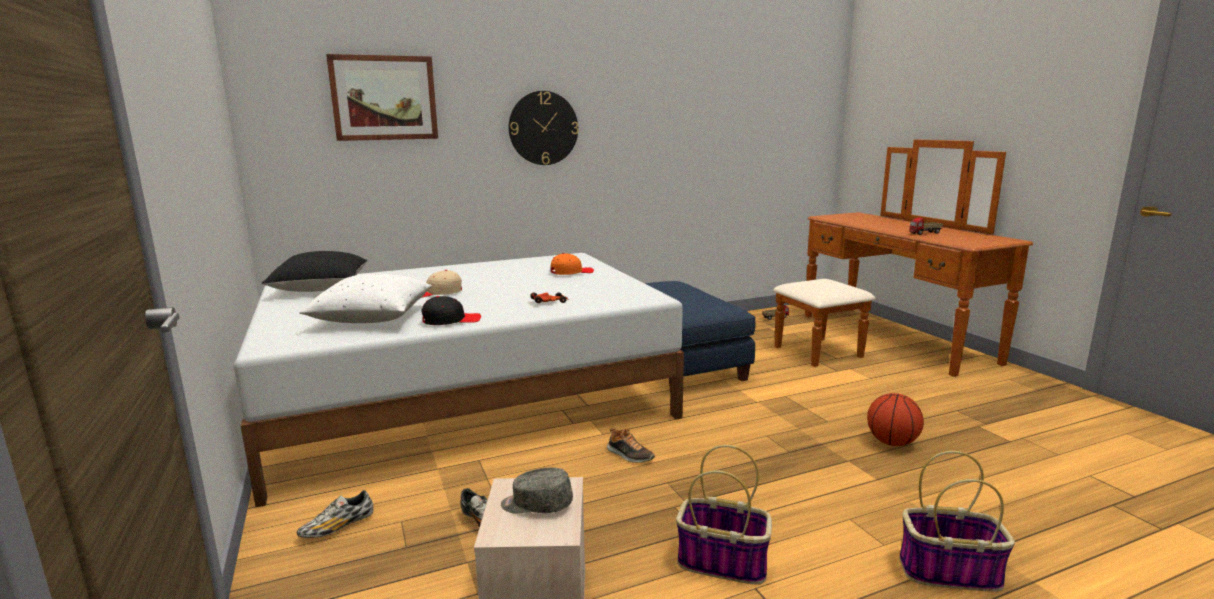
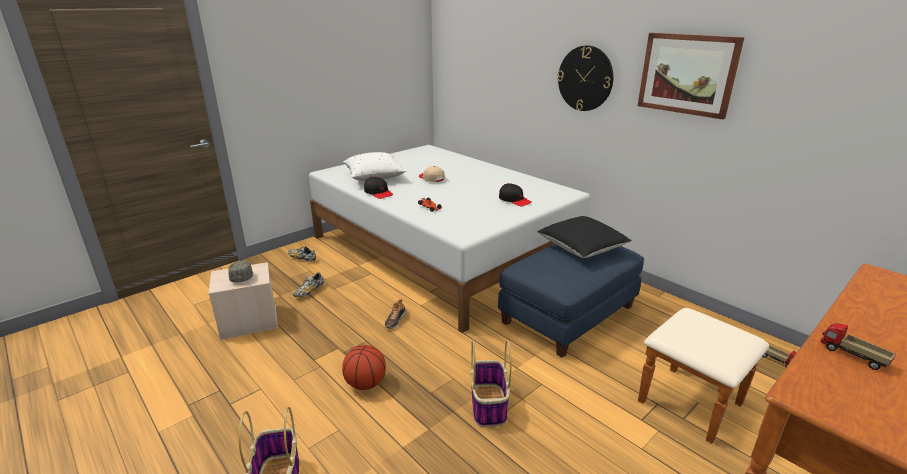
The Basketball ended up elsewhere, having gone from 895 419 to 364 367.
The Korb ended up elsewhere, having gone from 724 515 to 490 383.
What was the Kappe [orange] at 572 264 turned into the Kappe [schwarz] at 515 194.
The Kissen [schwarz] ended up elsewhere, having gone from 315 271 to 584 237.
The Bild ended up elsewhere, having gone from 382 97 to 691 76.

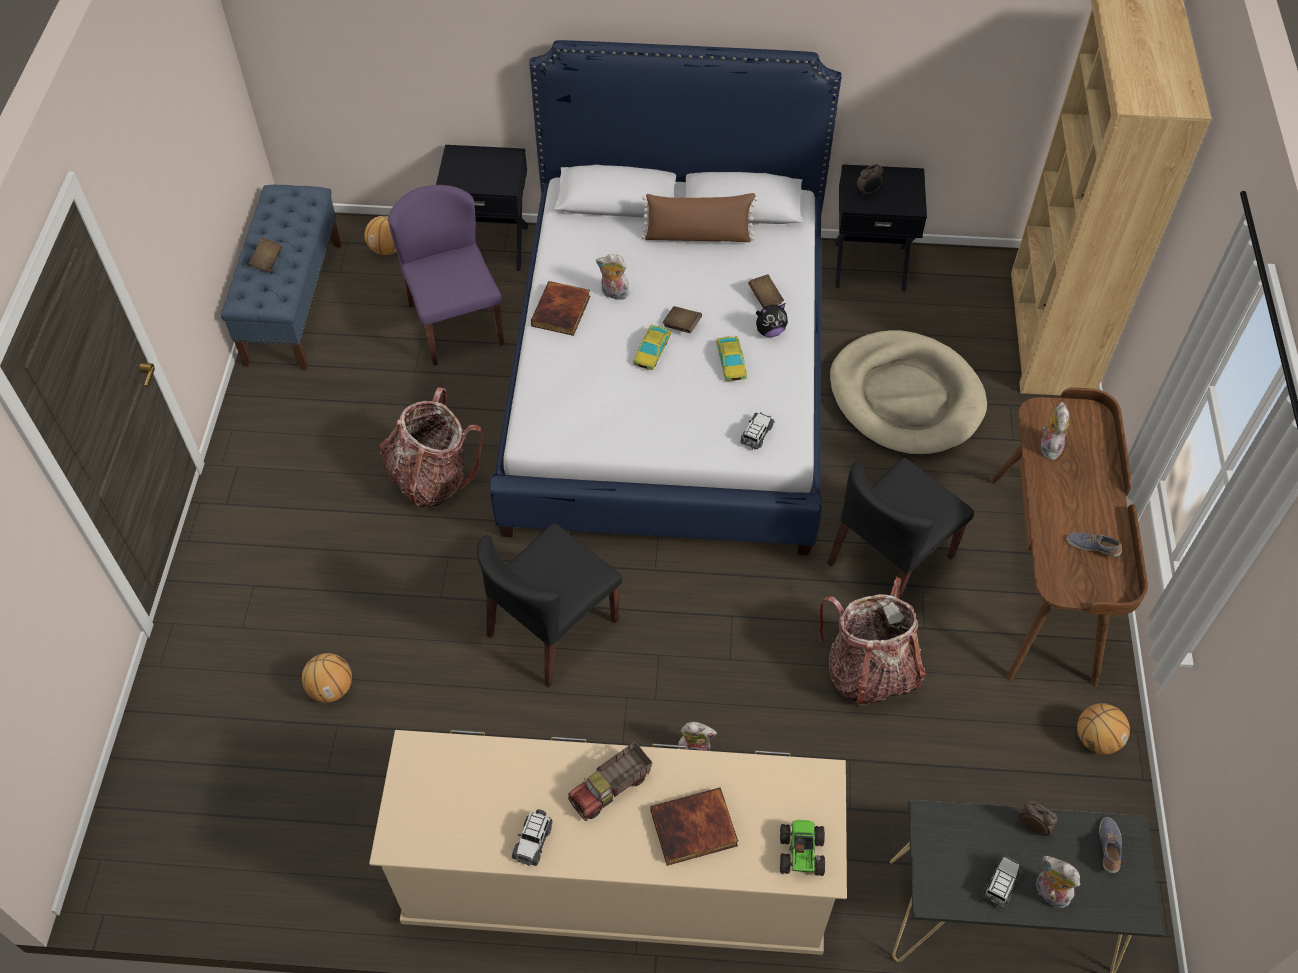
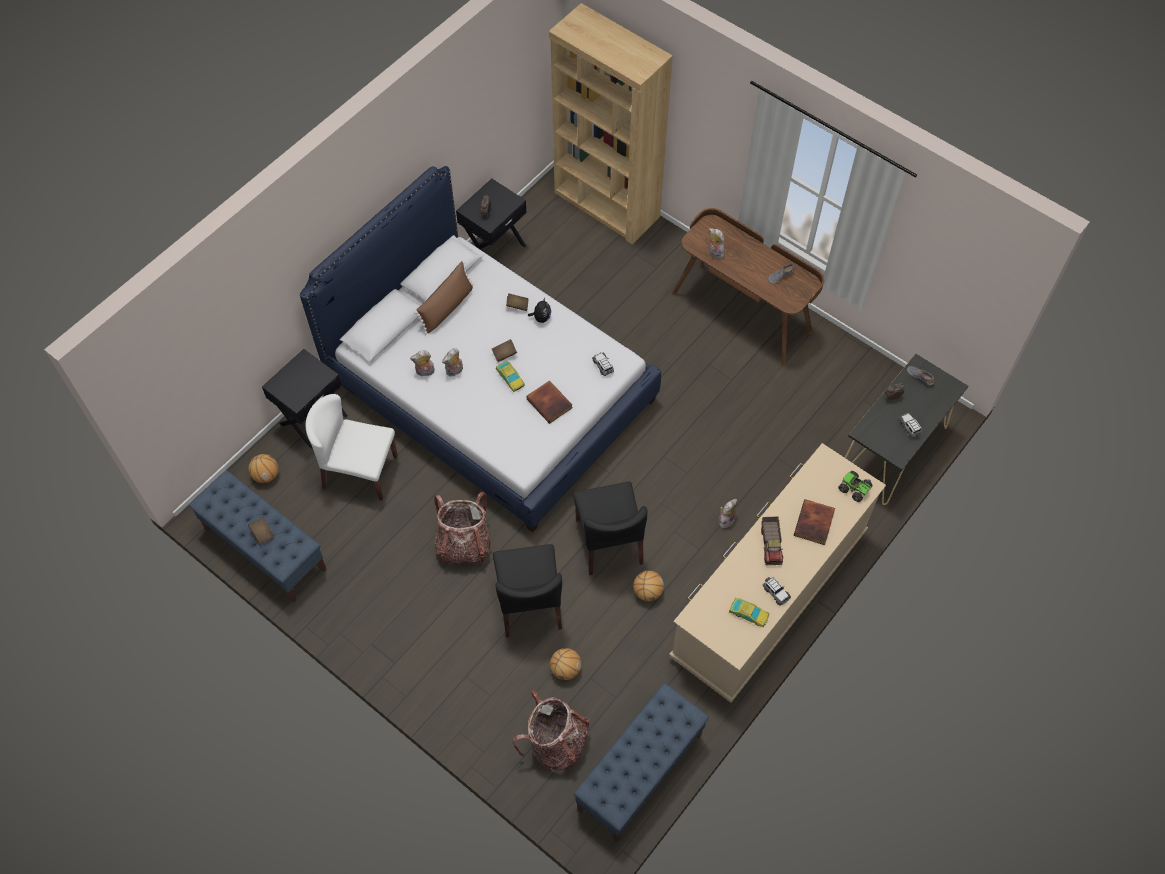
What was the Stuhl [lila] at 446 275 turned into the Stuhl [weiß] at 352 447.
The Plüschtier ended up elsewhere, having gone from 1058 882 to 422 363.
The Stuhl [schwarz] ended up elsewhere, having gone from 900 528 to 527 590.
The Rucksack ended up elsewhere, having gone from 872 641 to 551 730.
The Buch ended up elsewhere, having gone from 560 308 to 549 402.
The second view gained the Bank [blau] at 641 763.
The Basketball ended up elsewhere, having gone from 1103 728 to 648 586.
The Spielzeugauto ended up elsewhere, having gone from 731 358 to 749 612.
The second view lost the Hundebett [beige] at 908 392.

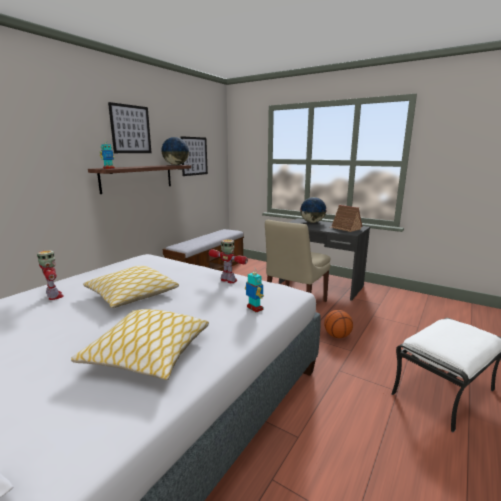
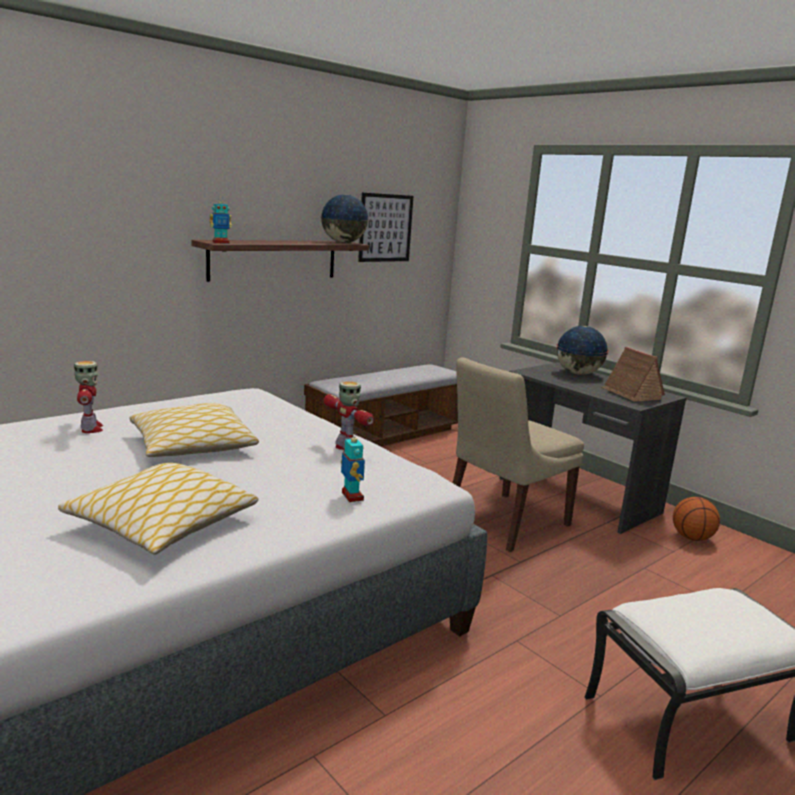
The Basketball ended up elsewhere, having gone from 338 324 to 696 519.
The second view lost the Bild at 130 127.

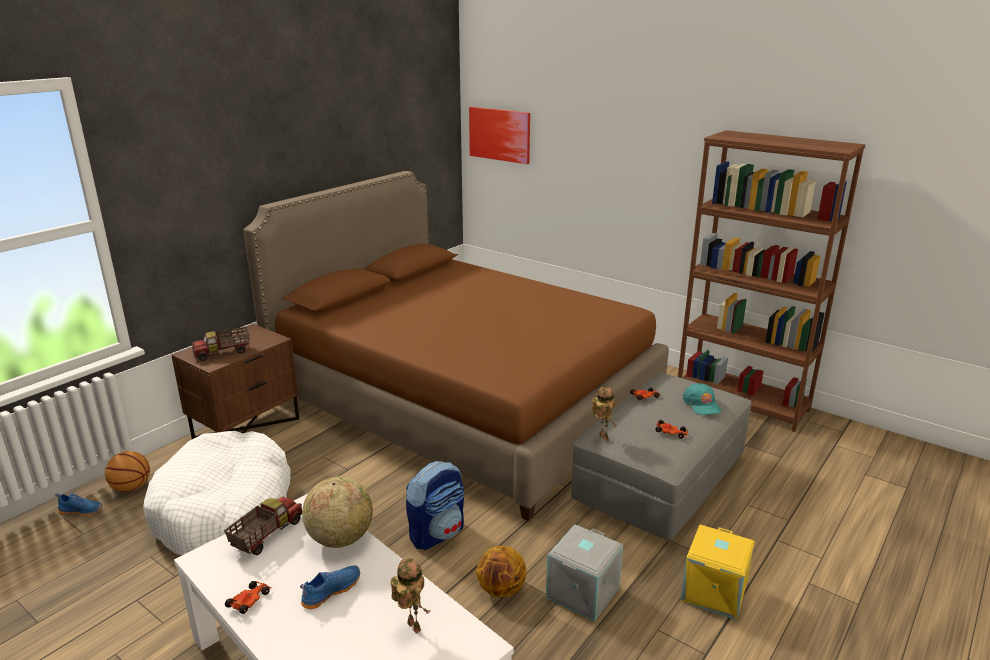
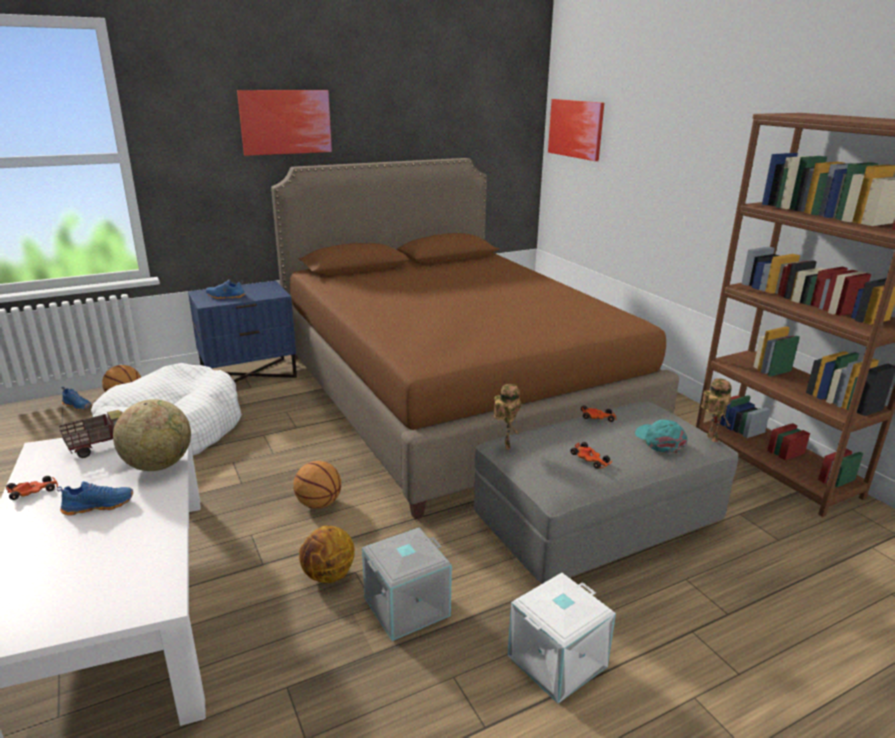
What was the Nachttisch [braun] at 235 381 turned into the Nachttisch [blau] at 242 331.
Where the Spielzeuglaster stood at 220 344, the Schuh [blau] came to stand at 225 289.
The second view gained the Bild at 284 123.
Where the Rucksack stood at 435 505, the Basketball came to stand at 317 485.
What was the Aufbewahrungsbox [gelb] at 717 572 turned into the Aufbewahrungsbox [weiß] at 561 638.
The Kappe [türkis] at 702 399 ended up facing another way, 150 degrees clockwise from before.
The Spielzeugroboter ended up elsewhere, having gone from 410 596 to 716 410.

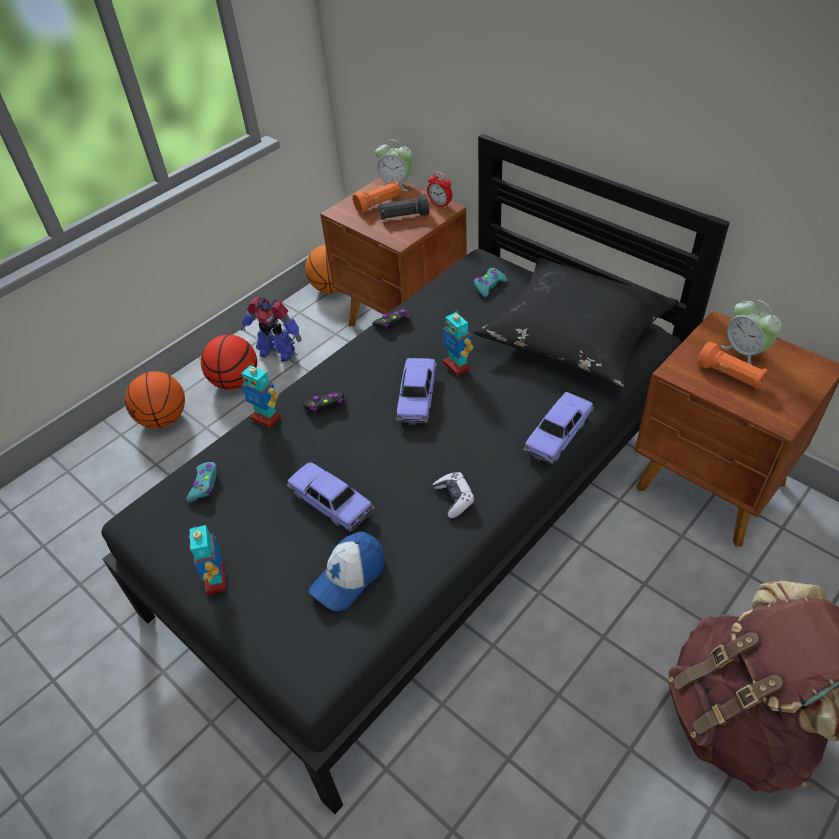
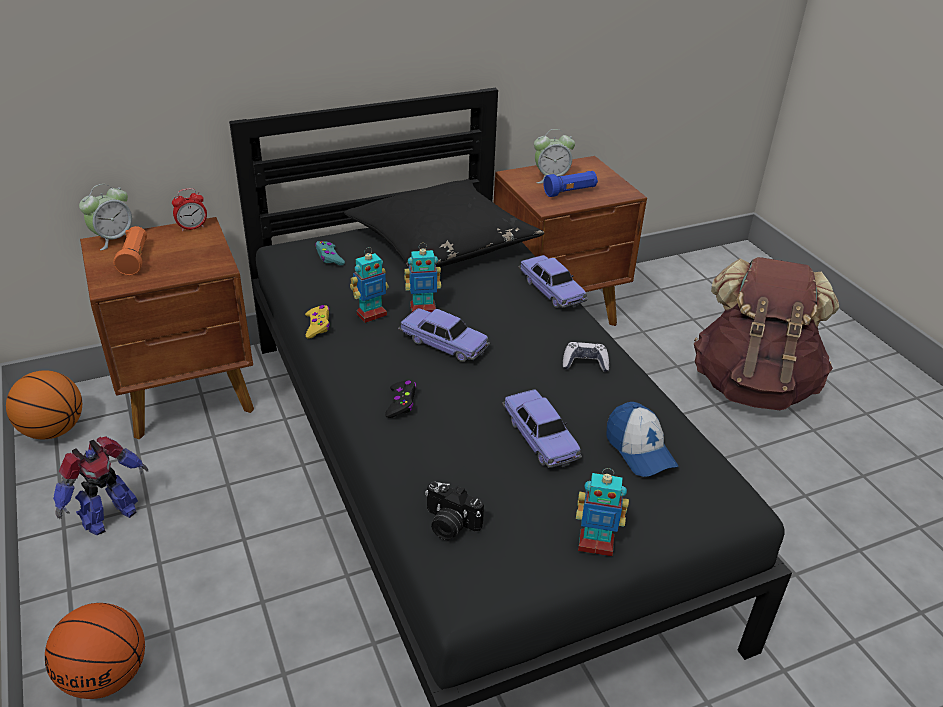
What was the Gamepad [schwarz] at 390 318 turned into the Gamepad [gelb] at 317 322.
The Spielzeugroboter ended up elsewhere, having gone from 260 396 to 369 285.
Where the Gamepad [türkis] stood at 202 482, the Kamera came to stand at 454 511.
The Spielzeugauto at 331 497 ended up facing another way, 90 degrees counterclockwise from before.
What was the Taschenlampe [orange] at 732 365 turned into the Taschenlampe [blau] at 570 184.
The second view lost the Basketball at 229 362.
The second view lost the Taschenlampe [schwarz] at 403 207.

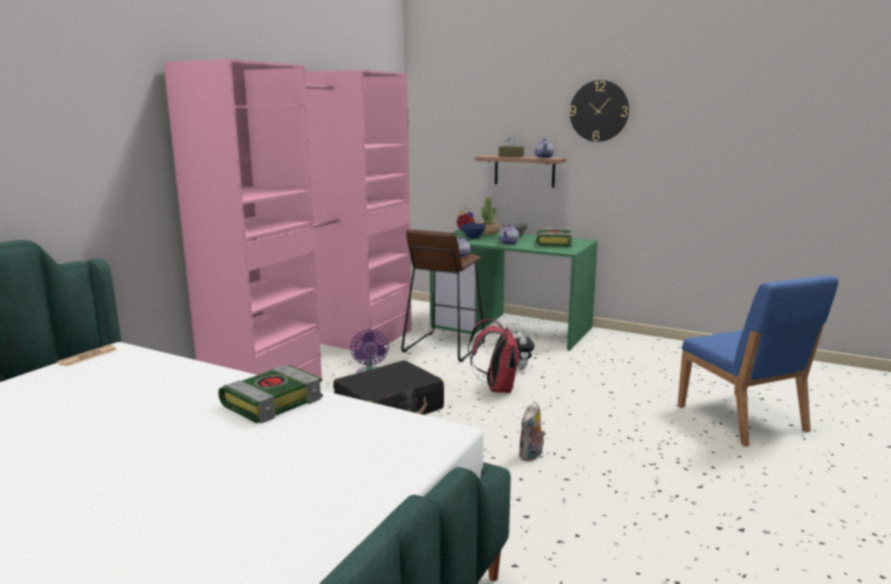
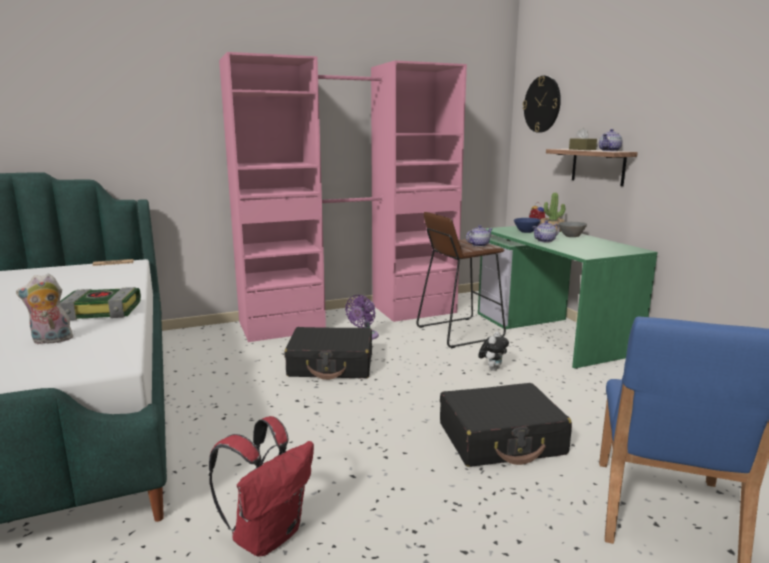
The Plüschtier ended up elsewhere, having gone from 532 431 to 44 309.
The Rucksack [rot] ended up elsewhere, having gone from 493 356 to 261 486.
The second view gained the Koffer [schwarz] at 506 425.
The Wanduhr ended up elsewhere, having gone from 599 111 to 542 104.
The second view lost the Buch at 554 237.

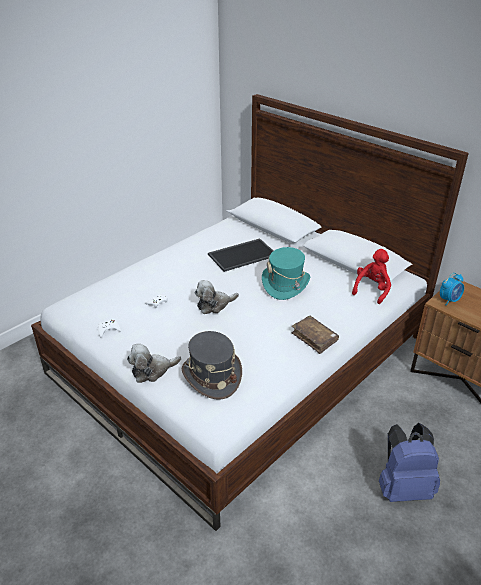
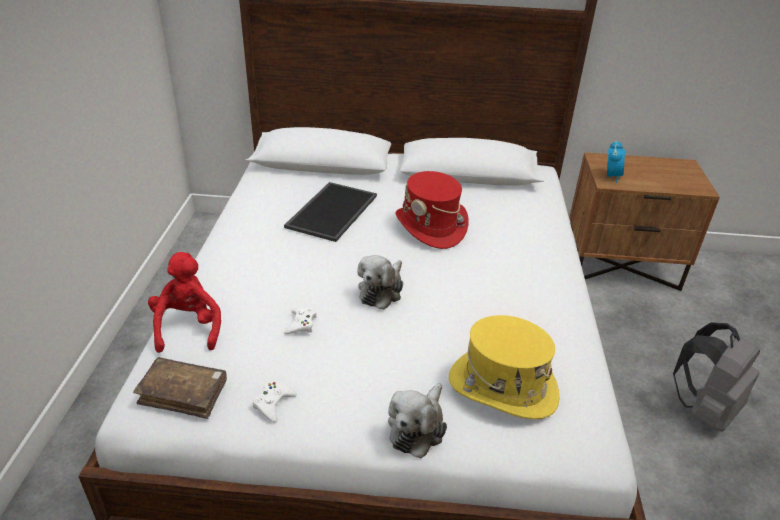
The Buch [braun] ended up elsewhere, having gone from 315 335 to 180 388.
The Plüschtier [rot] ended up elsewhere, having gone from 371 276 to 184 302.
What was the Hut [türkis] at 286 273 turned into the Hut [rot] at 432 210.
What was the Hut [grau] at 212 365 turned into the Hut [gelb] at 504 367.
What was the Rucksack [blau] at 409 462 turned into the Rucksack [grau] at 716 377.

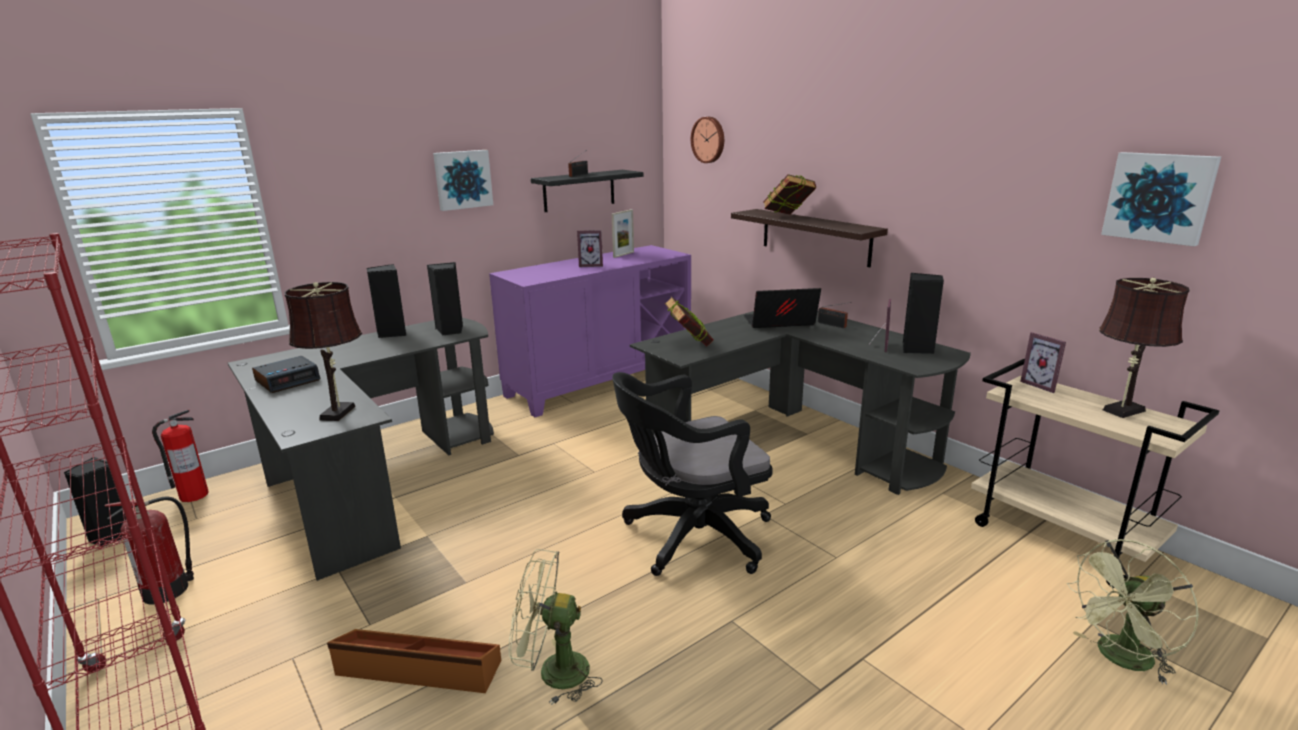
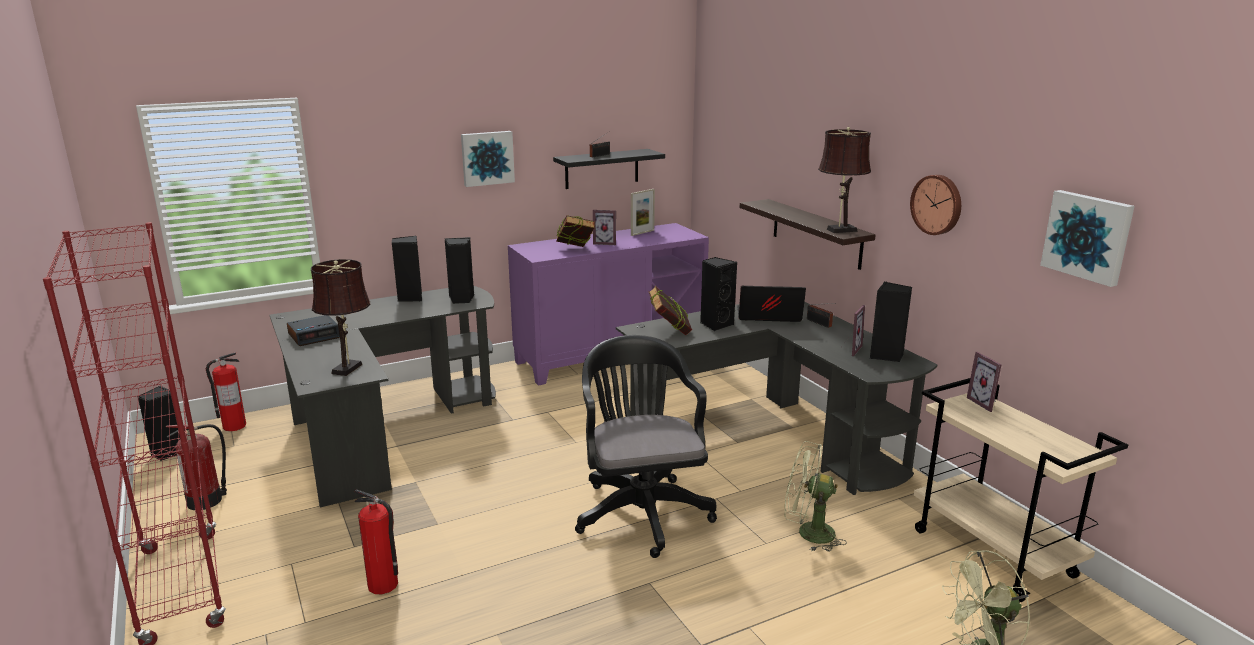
Where the Aufbewahrungsbox [braun] stood at 414 661, the Feuerlöscher came to stand at 376 541.
The Buch ended up elsewhere, having gone from 789 194 to 575 231.
The Bürostuhl [schwarz] at 692 474 ended up facing another way, 90 degrees clockwise from before.
The second view gained the Lautsprecher [schwarz] at 718 294.
The Ventilator [grün] ended up elsewhere, having gone from 556 627 to 816 496.
The Tischlampe [braun] ended up elsewhere, having gone from 1144 348 to 844 180.
The Wanduhr ended up elsewhere, having gone from 707 140 to 935 205.

